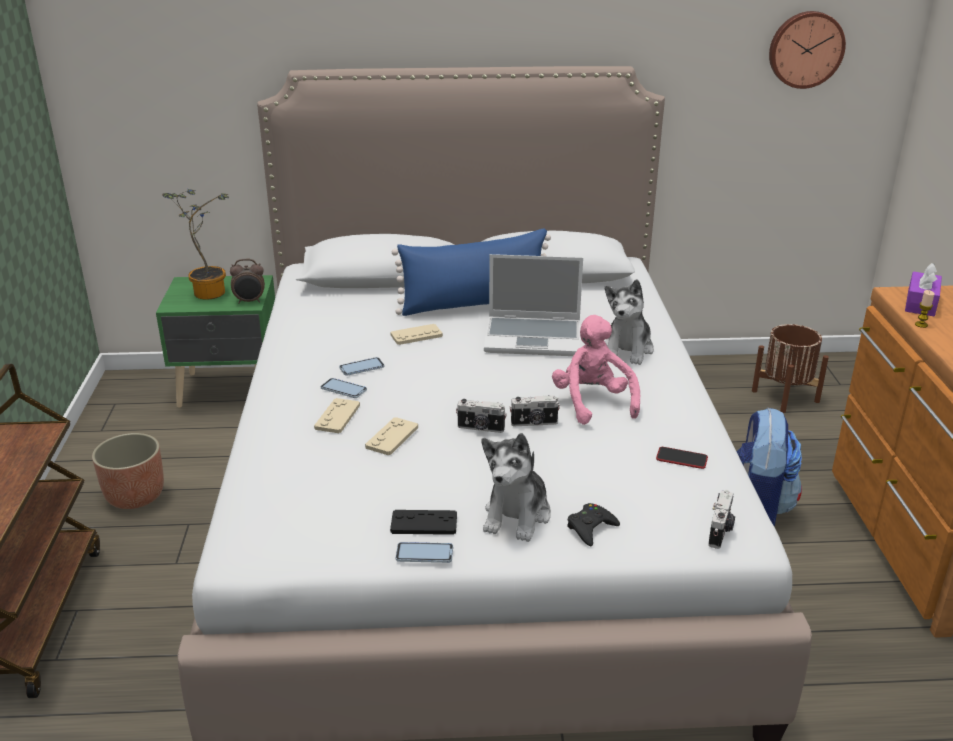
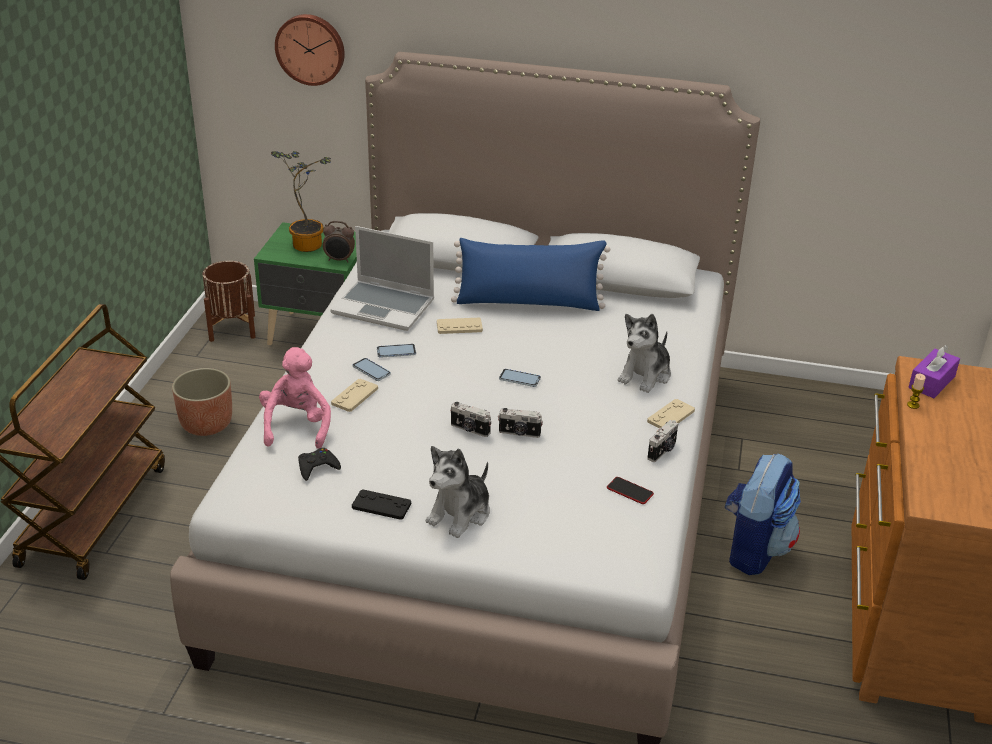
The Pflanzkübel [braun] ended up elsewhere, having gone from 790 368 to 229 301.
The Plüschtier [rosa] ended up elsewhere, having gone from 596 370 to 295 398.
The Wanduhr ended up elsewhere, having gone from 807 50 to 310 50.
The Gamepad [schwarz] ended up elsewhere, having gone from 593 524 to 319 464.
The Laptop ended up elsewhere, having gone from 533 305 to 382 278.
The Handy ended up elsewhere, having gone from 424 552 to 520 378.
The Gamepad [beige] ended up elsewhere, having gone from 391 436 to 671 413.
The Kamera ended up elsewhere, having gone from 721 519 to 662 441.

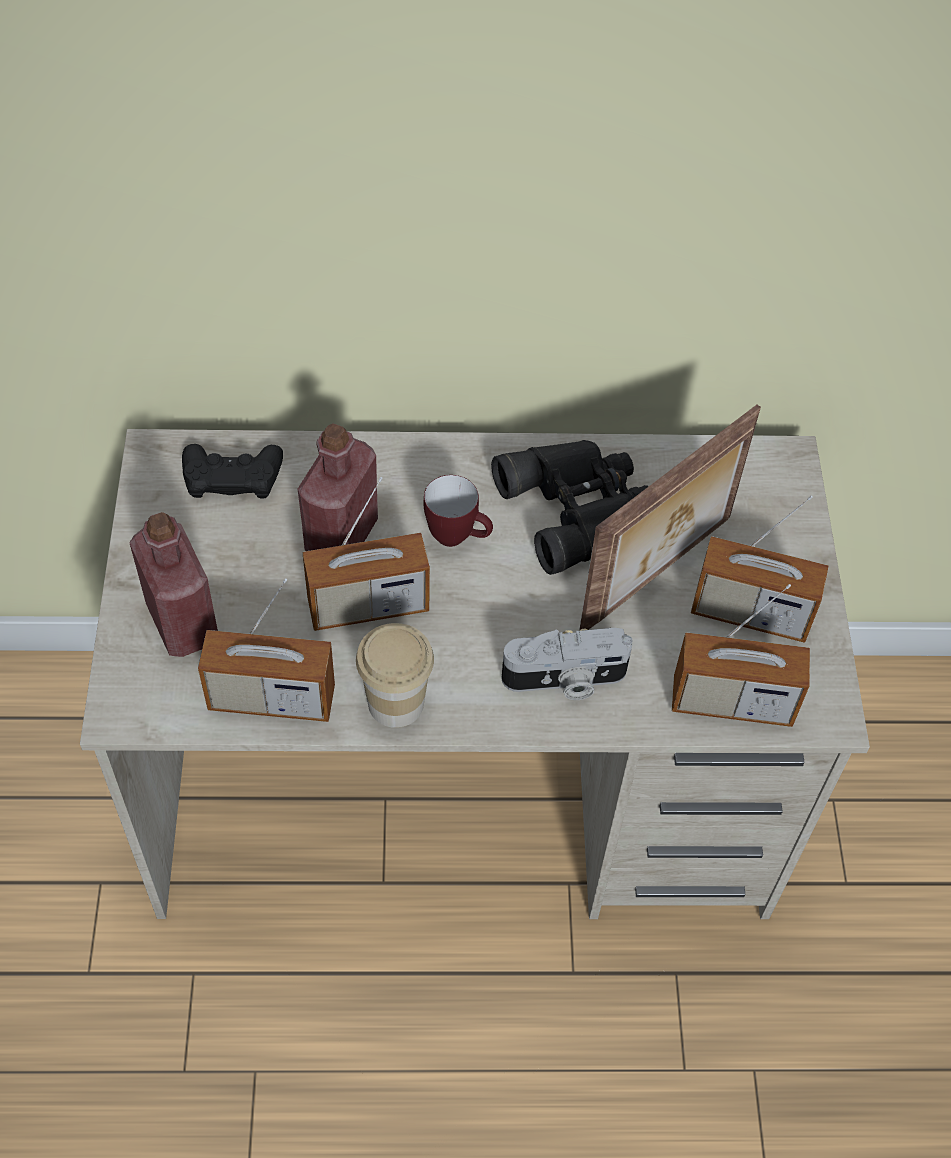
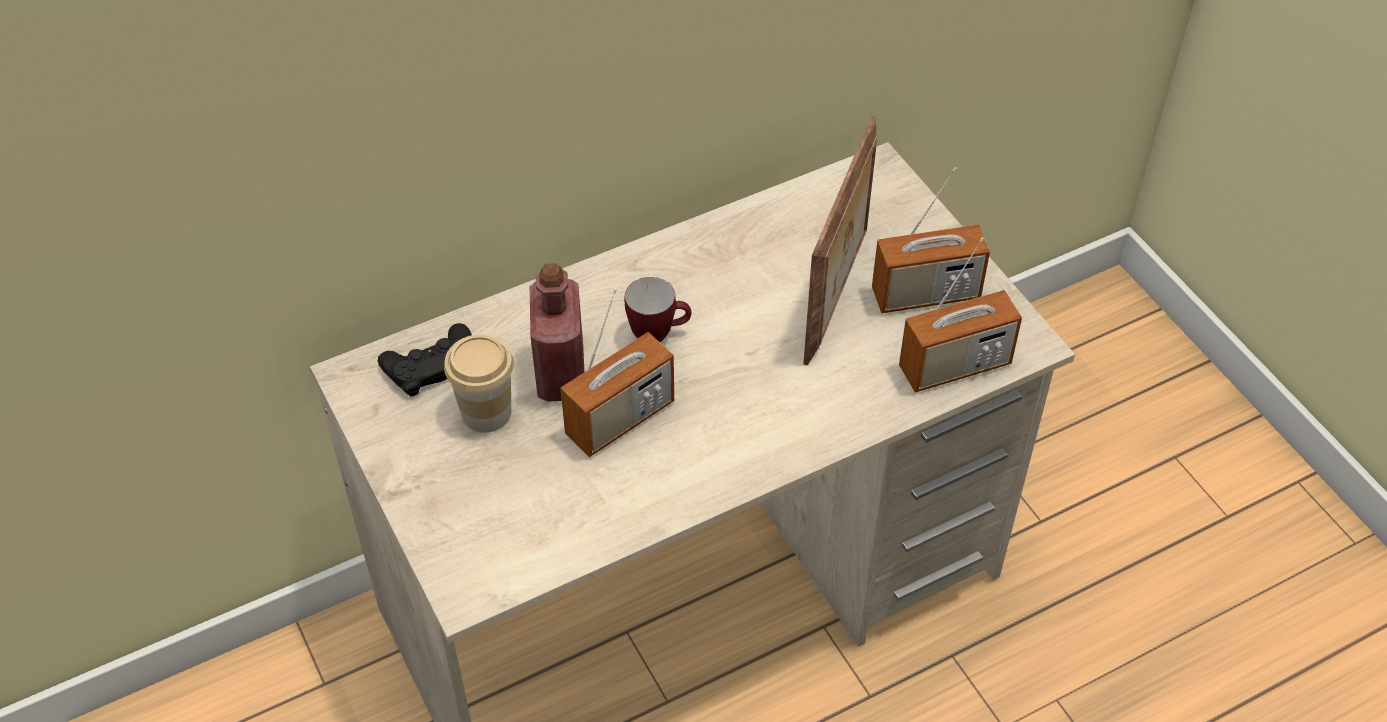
The Tasse ended up elsewhere, having gone from 395 675 to 479 383.
The second view lost the Flasche [rot] at 174 584.
The second view lost the Radio at 266 650.
The second view lost the Fernglas [schwarz] at 570 507.
The second view lost the Kamera at 567 664.

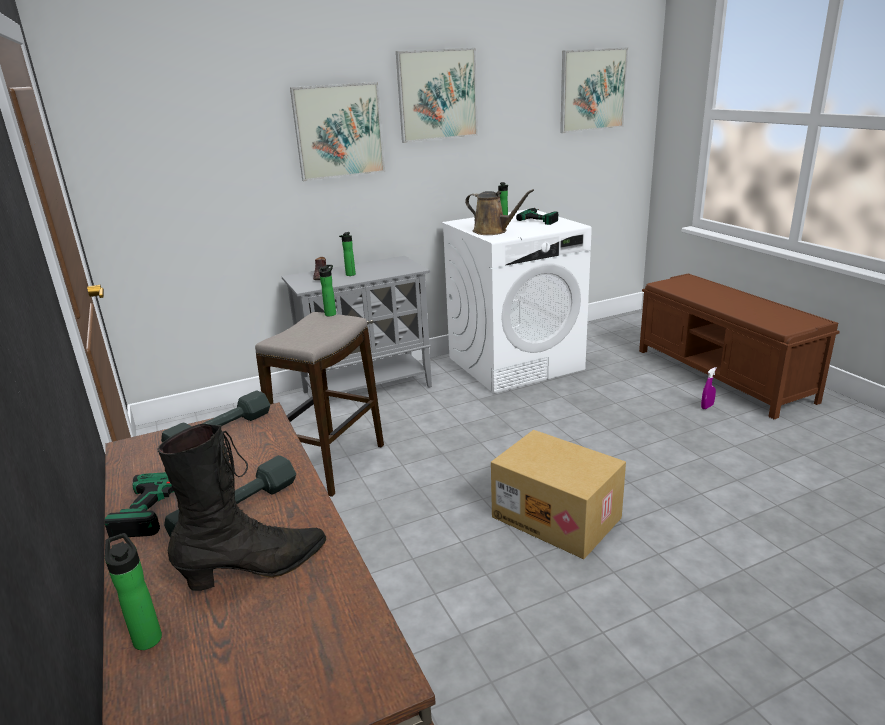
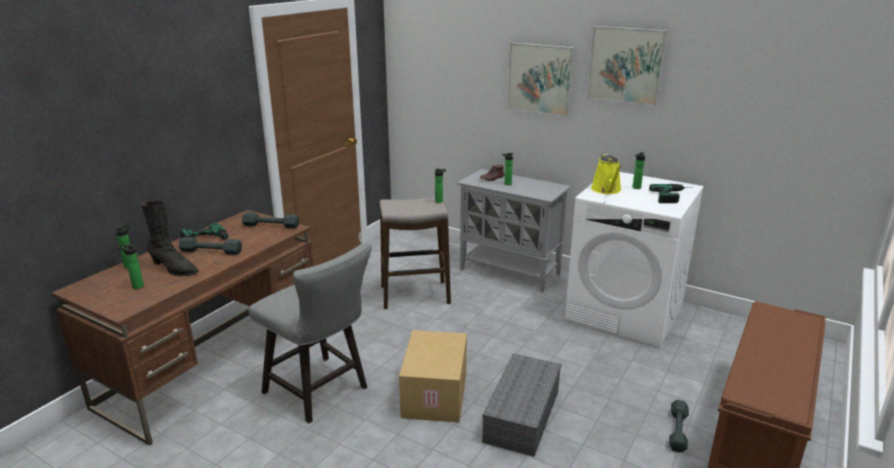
The second view gained the Flasche at 131 266.
The second view gained the Stuhl [grau] at 310 333.
The second view gained the Aufbewahrungsbox [grau] at 522 405.
What was the Gießkanne [braun] at 499 212 turned into the Gießkanne [gelb] at 606 174.
Where the Sprühflasche [lila] stood at 709 388, the Hantel [grau] came to stand at 679 426.
The second view lost the Bild at 594 90.

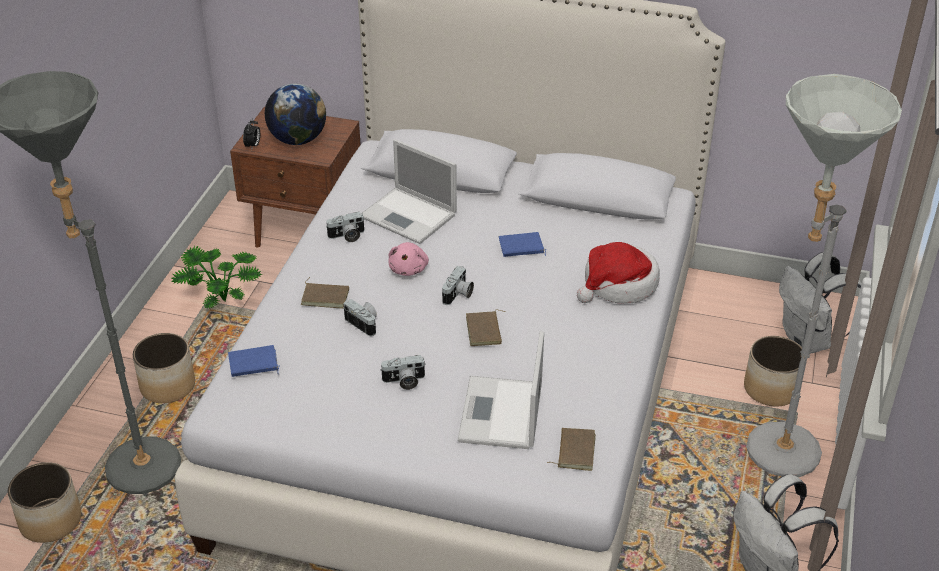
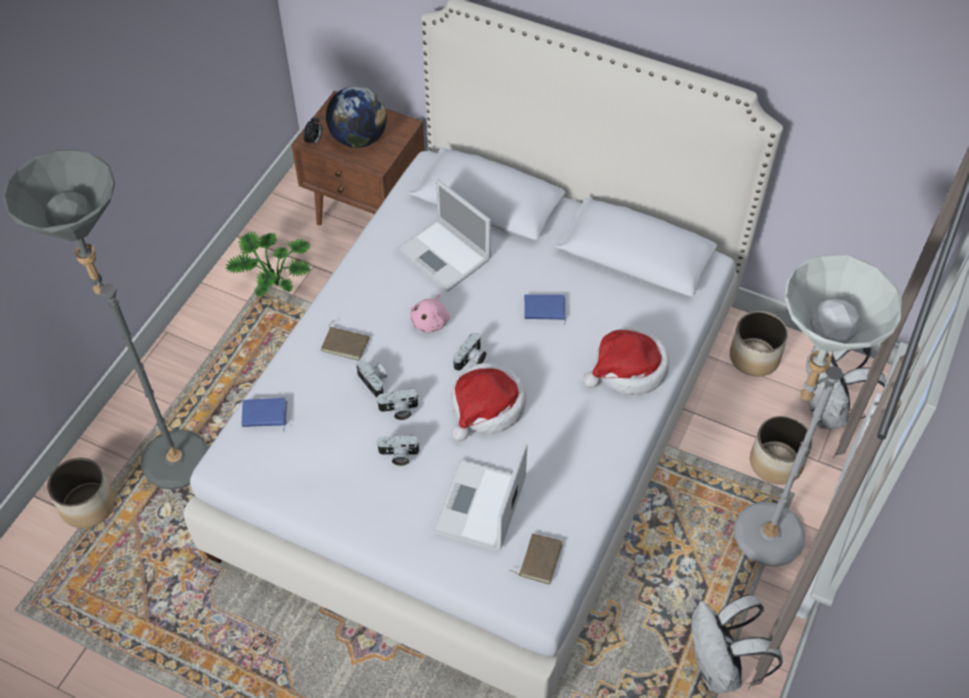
The Kamera ended up elsewhere, having gone from 344 227 to 397 404.
Where the Buch [braun] stood at 486 328, the Hut came to stand at 489 402.
The Pflanzkübel ended up elsewhere, having gone from 164 368 to 759 344.

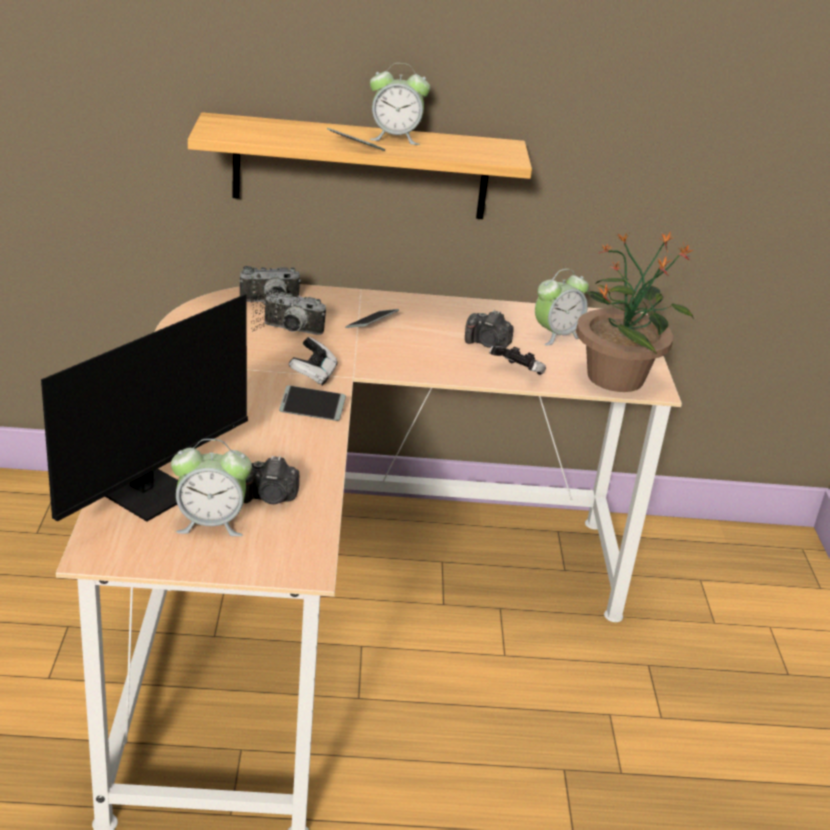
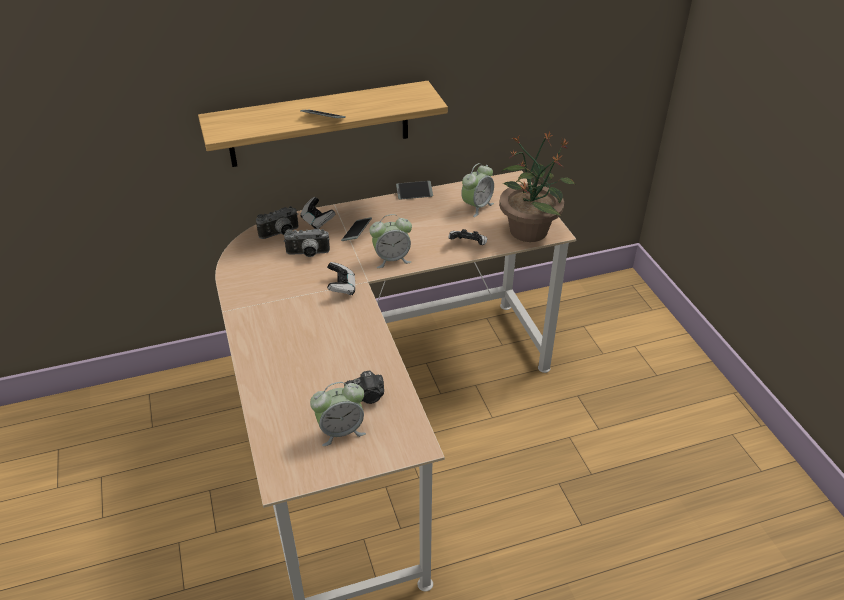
The second view gained the Gamepad at 317 213.
The Wecker ended up elsewhere, having gone from 400 104 to 390 241.
The Handy ended up elsewhere, having gone from 312 403 to 414 190.
The second view lost the Monitor at 170 405.
The second view lost the Kamera at 489 329.

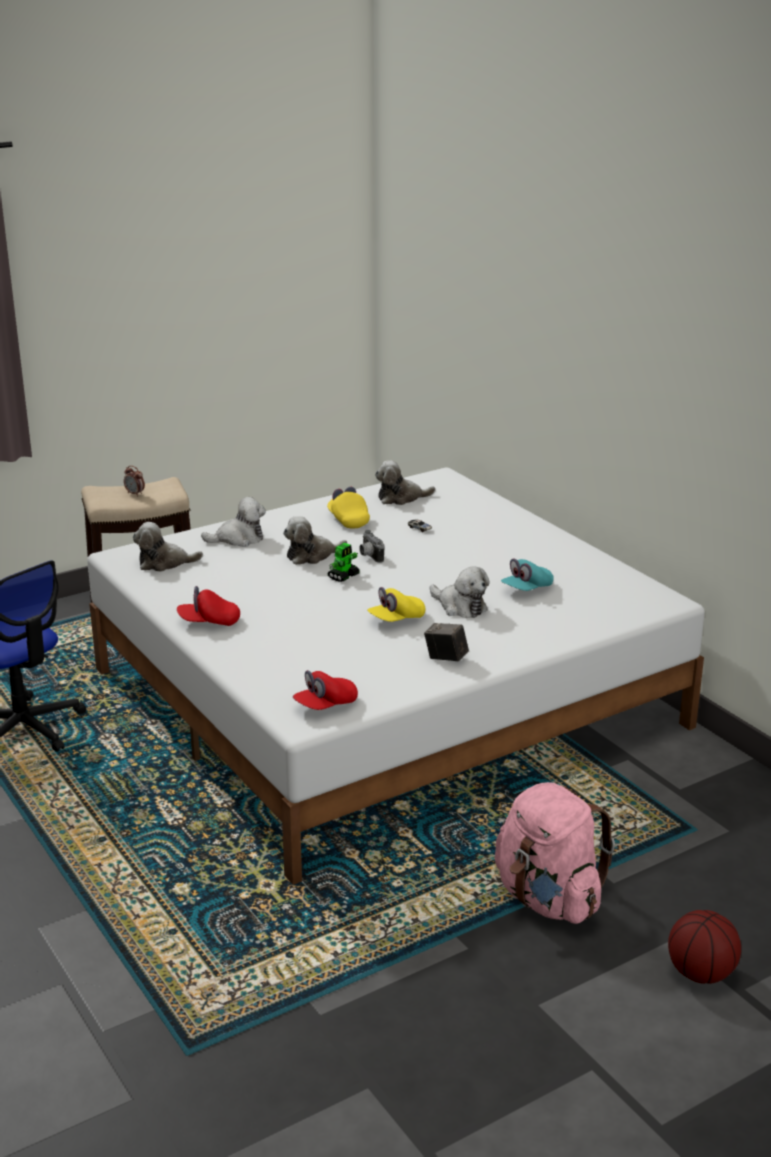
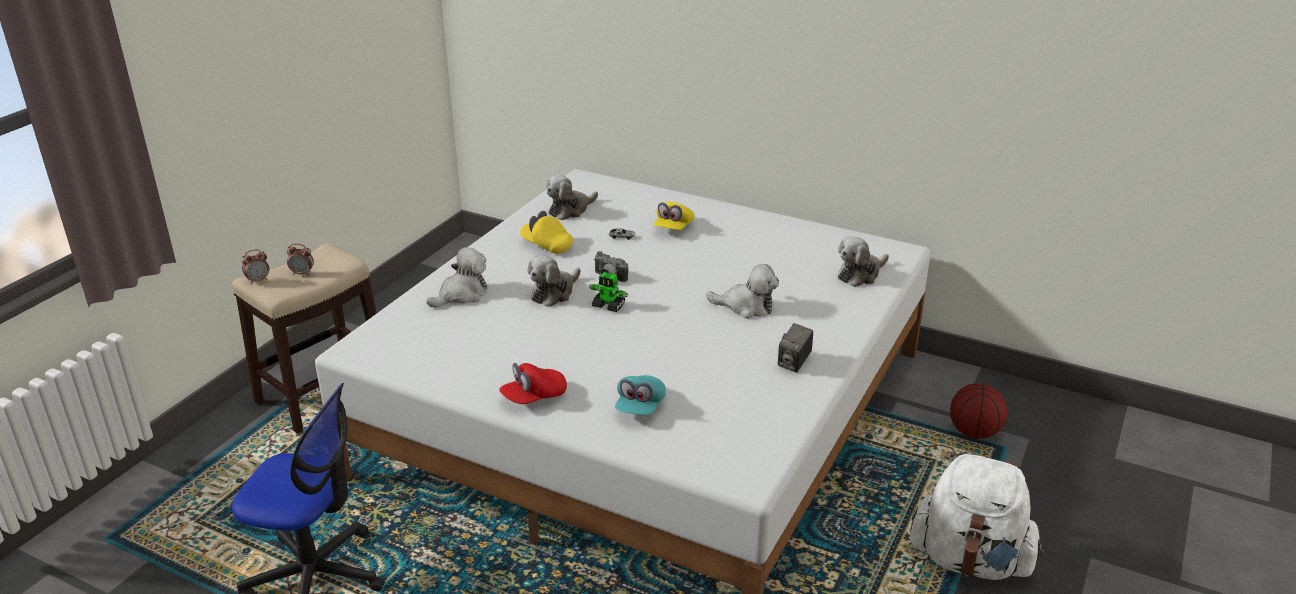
The second view gained the Wecker at 255 266.
The Spielzeugroboter at 343 562 ended up facing another way, 105 degrees clockwise from before.
The Kappe [türkis] ended up elsewhere, having gone from 527 574 to 640 395.
The Kappe [gelb] ended up elsewhere, having gone from 396 604 to 674 216.
The Kamera at 446 642 ended up facing another way, 60 degrees counterclockwise from before.
The Plüschtier ended up elsewhere, having gone from 168 547 to 863 261.
What was the Rucksack [rosa] at 555 853 turned into the Rucksack [weiß] at 977 517.
The Basketball ended up elsewhere, having gone from 704 947 to 978 411.
The second view lost the Kappe [rot] at 325 690.

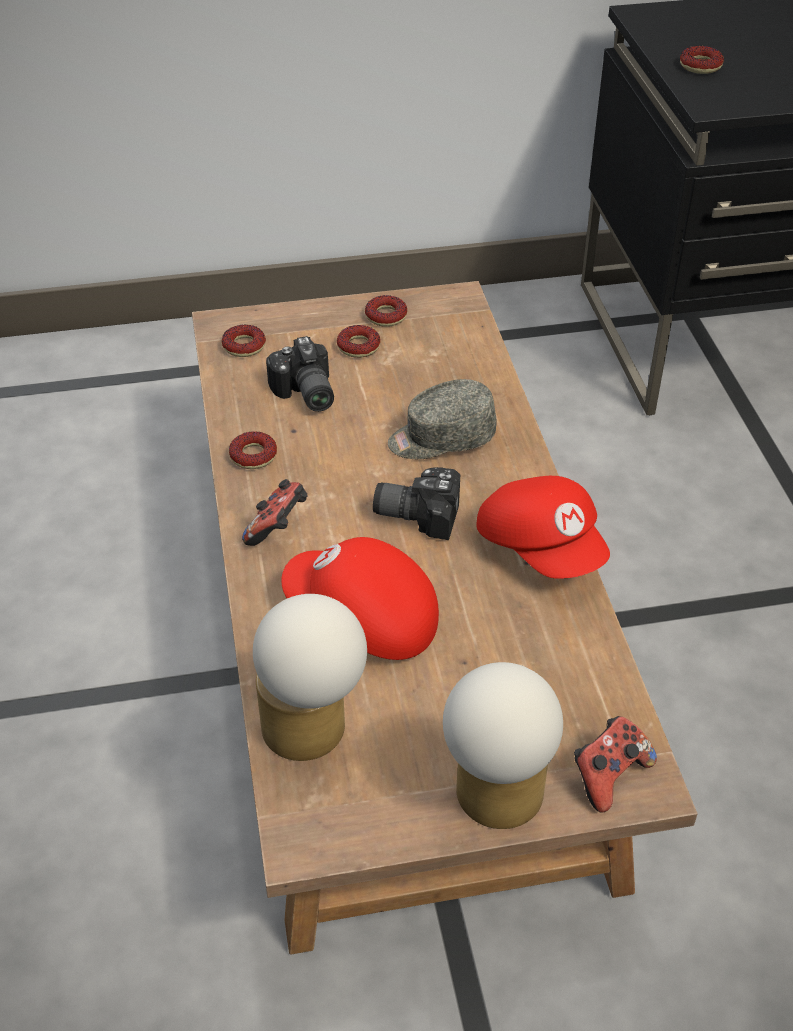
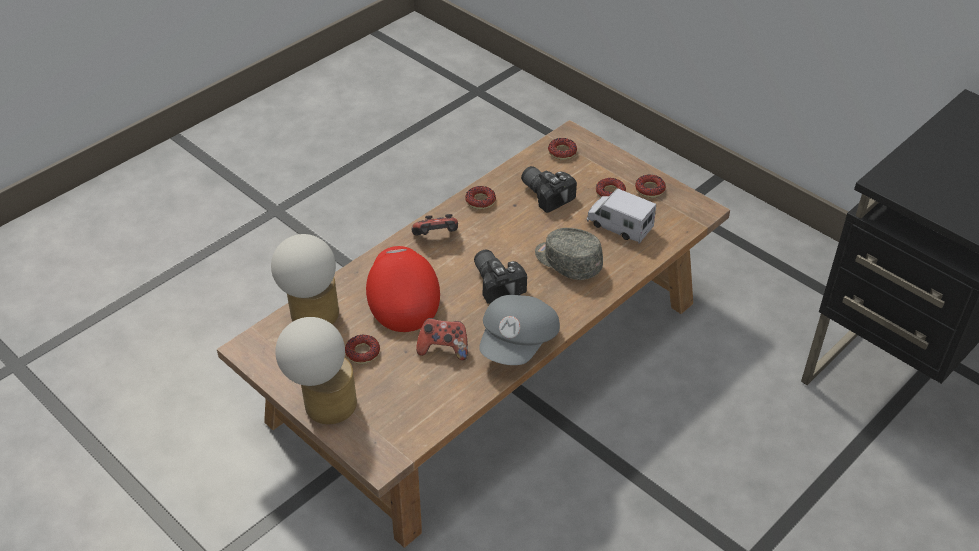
The Donut ended up elsewhere, having gone from 702 60 to 362 349.
The Gamepad ended up elsewhere, having gone from 615 764 to 442 339.
What was the Kappe [rot] at 543 527 turned into the Kappe [grau] at 519 330.
The Kamera at 300 374 ended up facing another way, 105 degrees clockwise from before.
The second view gained the Spielzeuglaster at 621 215.

